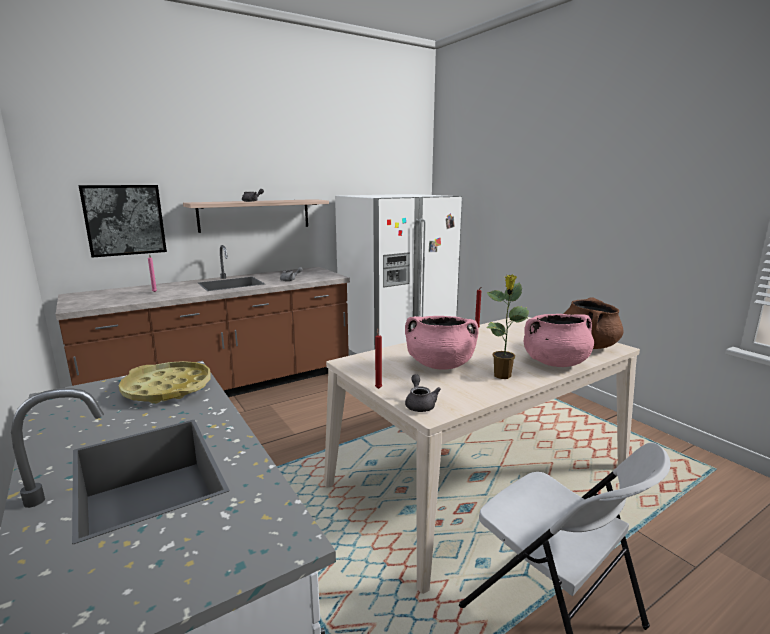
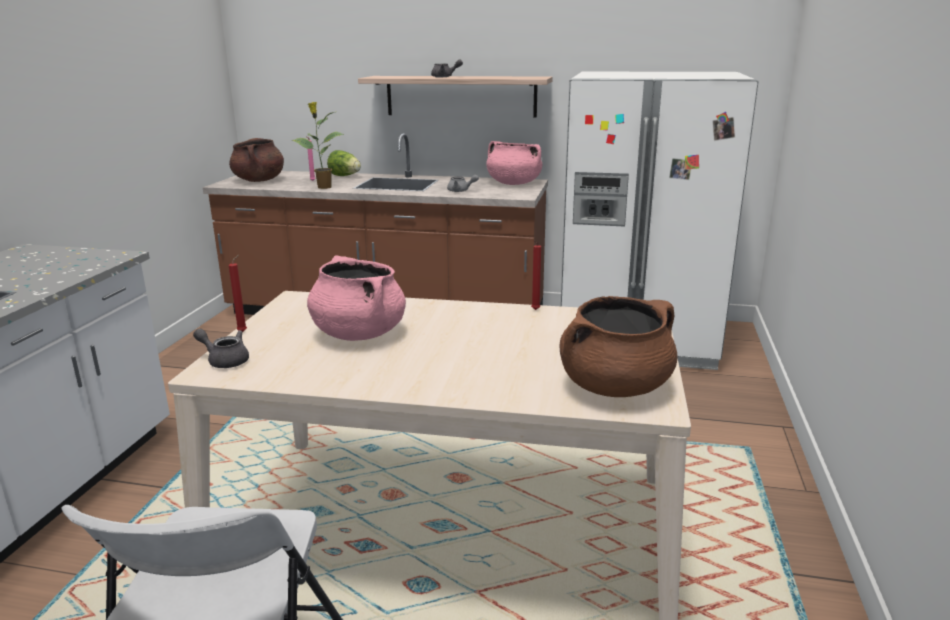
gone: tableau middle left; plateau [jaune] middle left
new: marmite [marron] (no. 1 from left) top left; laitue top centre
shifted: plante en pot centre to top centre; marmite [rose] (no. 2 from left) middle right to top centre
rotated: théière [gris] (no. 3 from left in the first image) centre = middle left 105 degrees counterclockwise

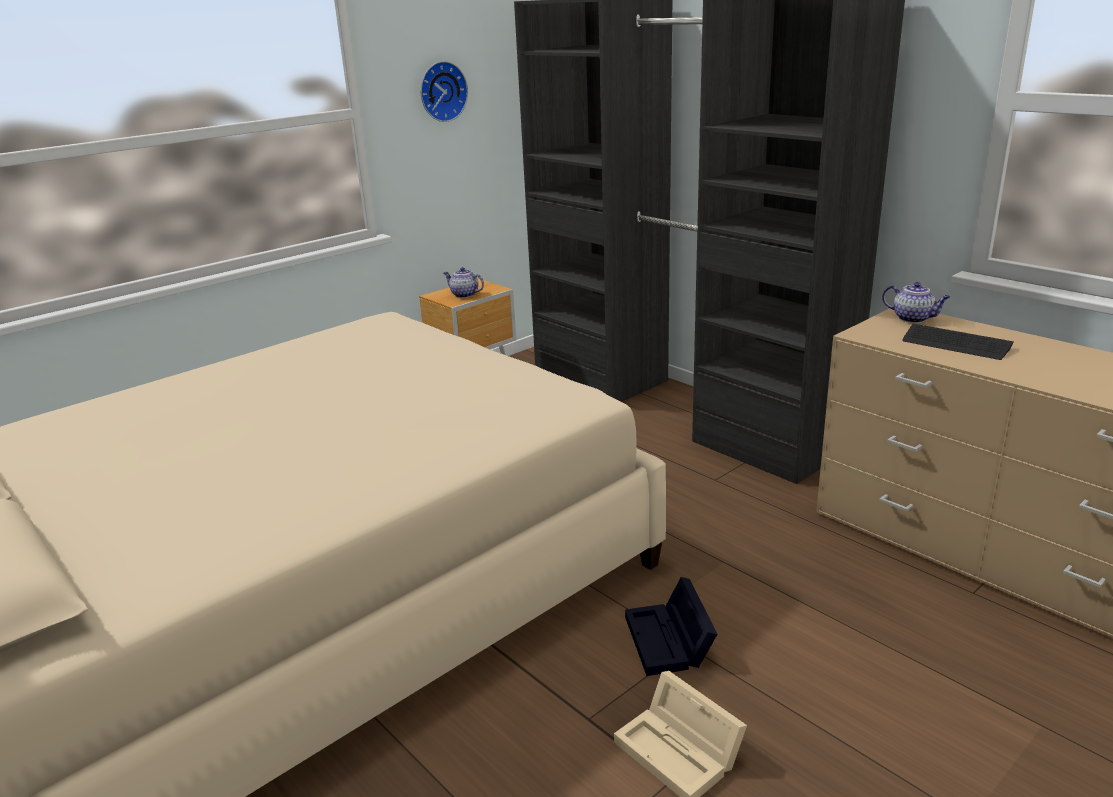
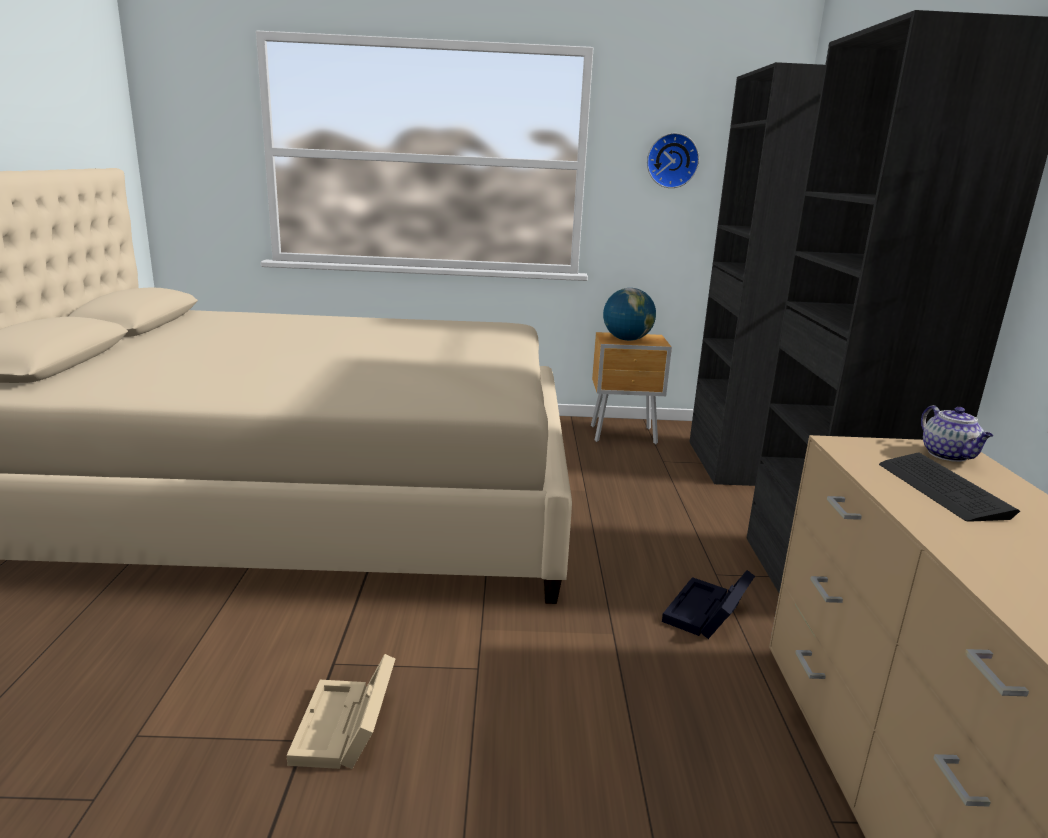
shifted: boîte de rangement [noir] bottom centre to bottom right
swapped: théière (no. 1 from left) centre to globe centre

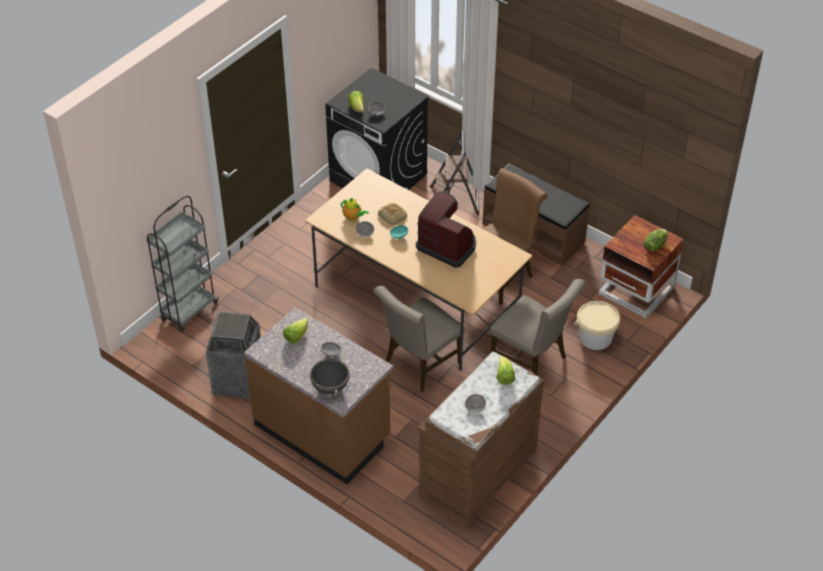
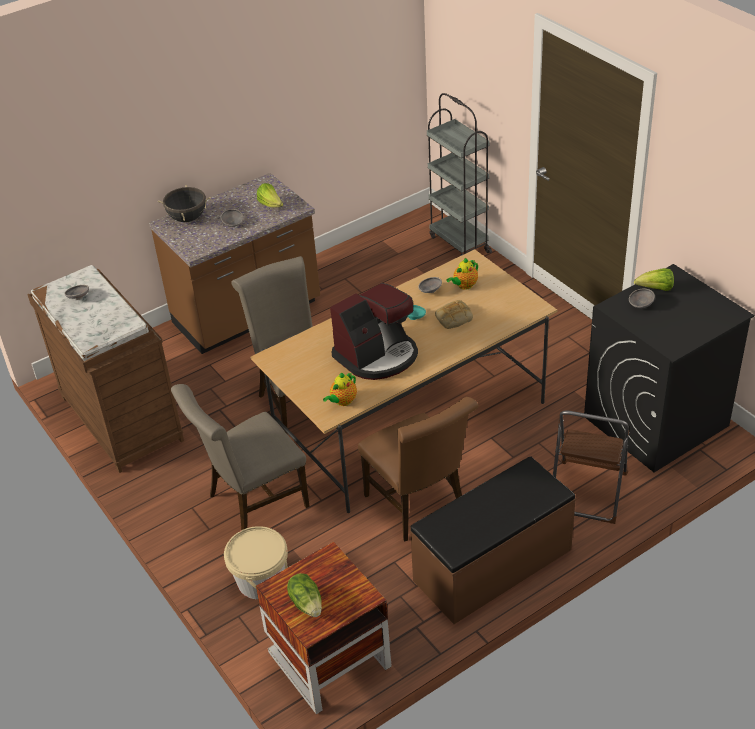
gone: poubelle middle left; laitue (no. 3 from left) centre
new: théière (no. 1 from left) centre

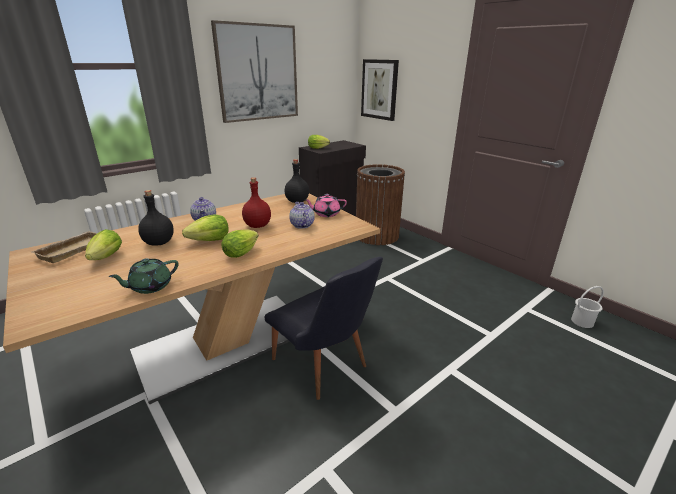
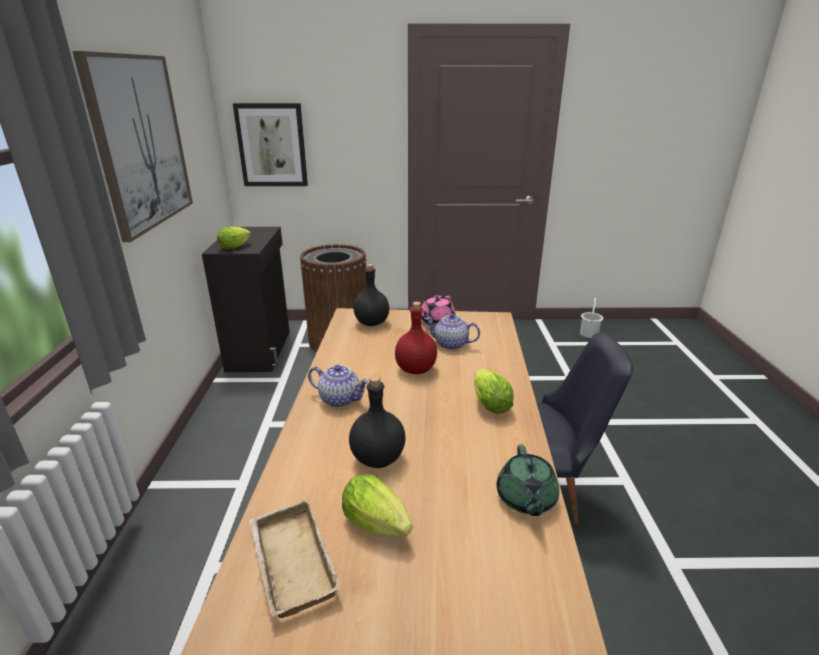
gone: laitue (no. 2 from left) middle left

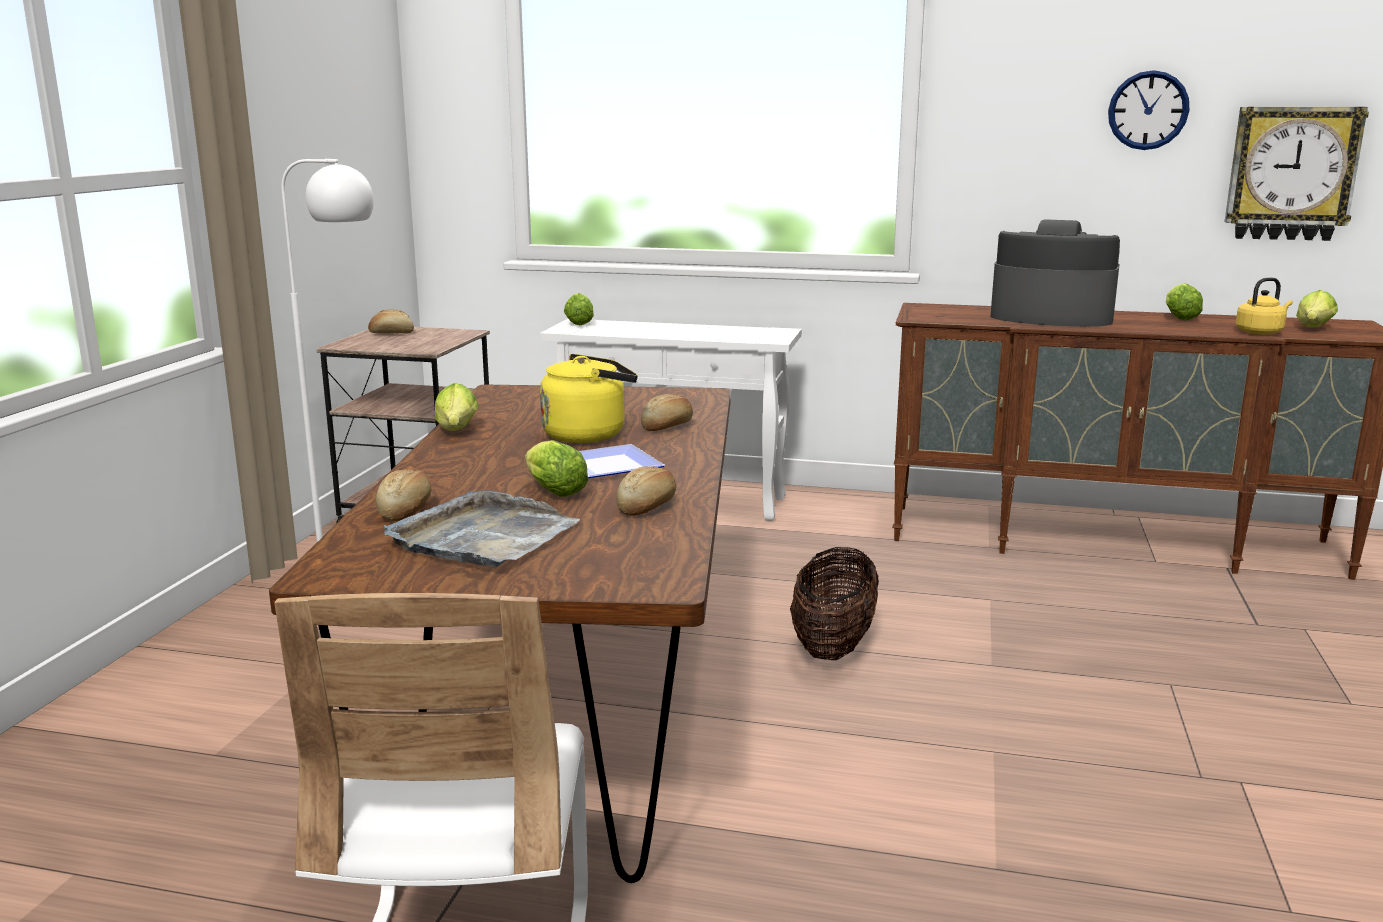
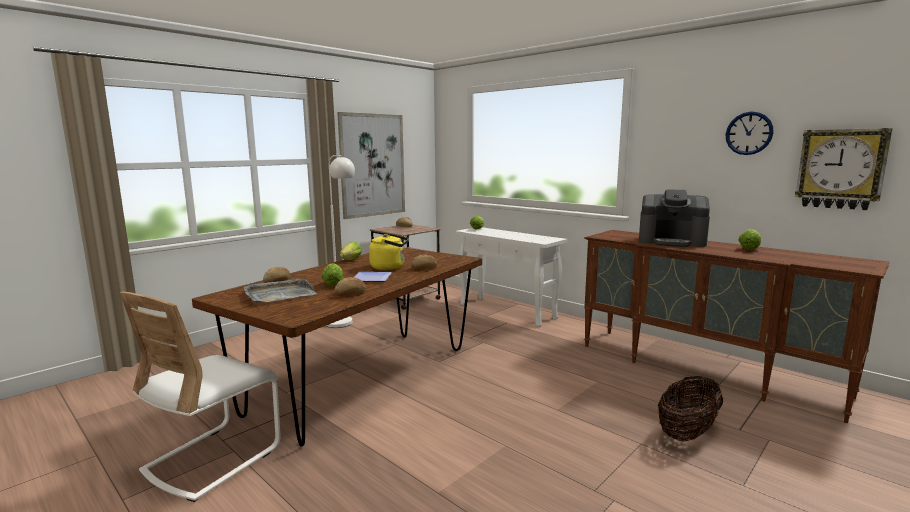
gone: bouilloire [jaune] (no. 2 from left) top right; laitue (no. 5 from left) middle right
new: tableau top centre
shifted: panier centre to bottom right
rotated: machine à café top right = middle right 150 degrees clockwise

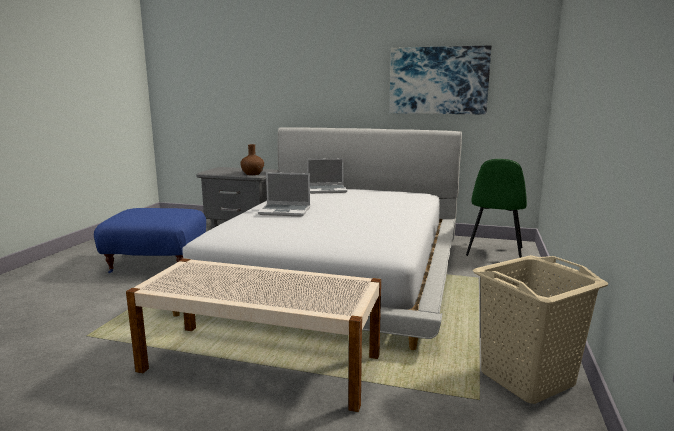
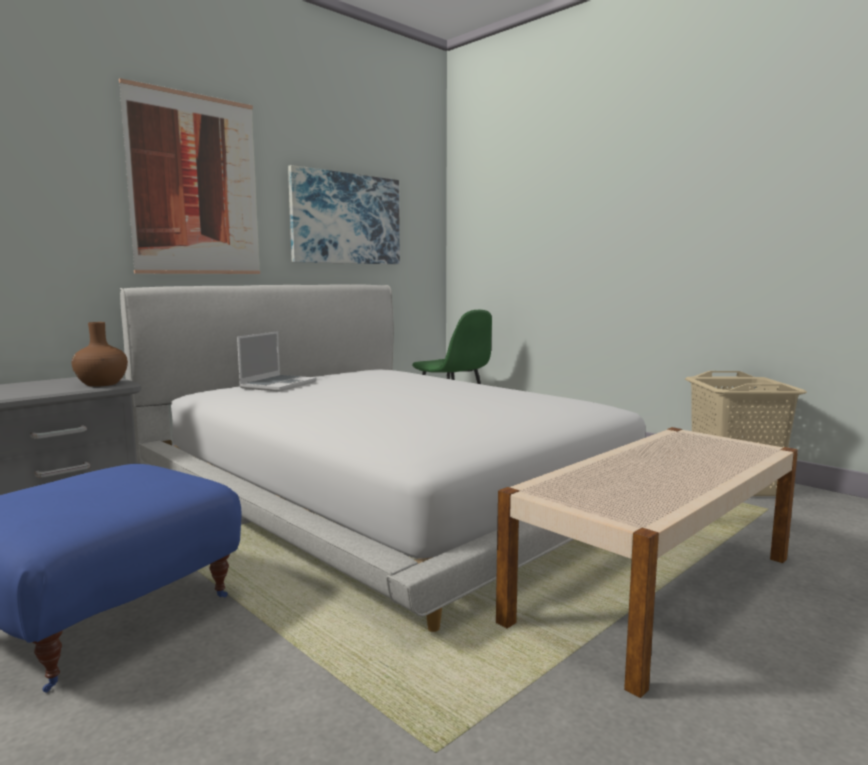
gone: ordinateur portable (no. 1 from left) centre
new: tableau (no. 1 from left) top left

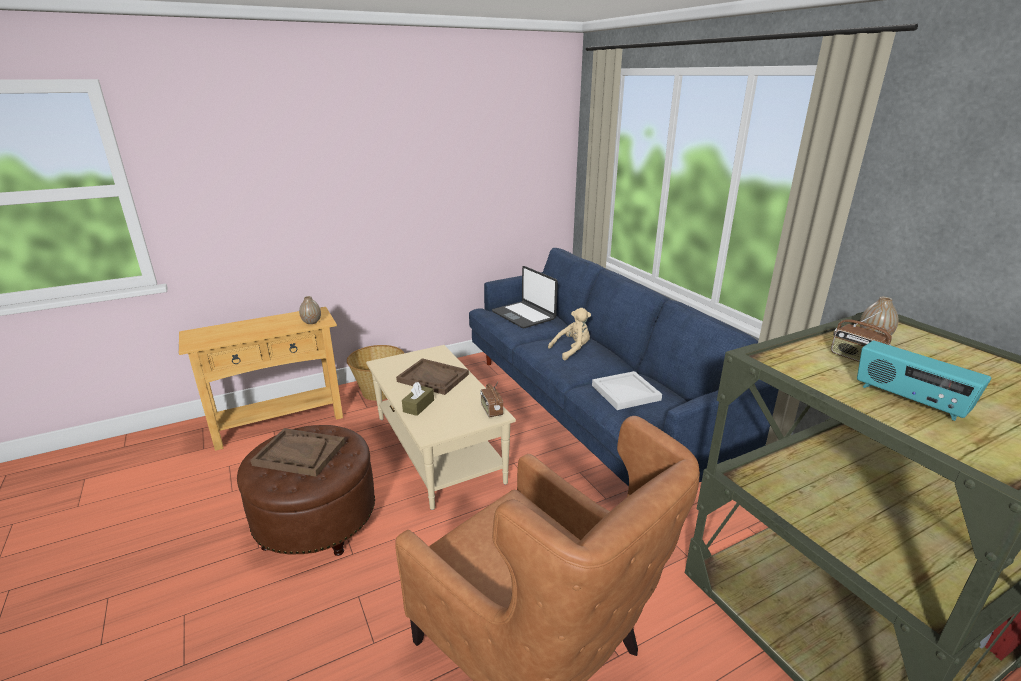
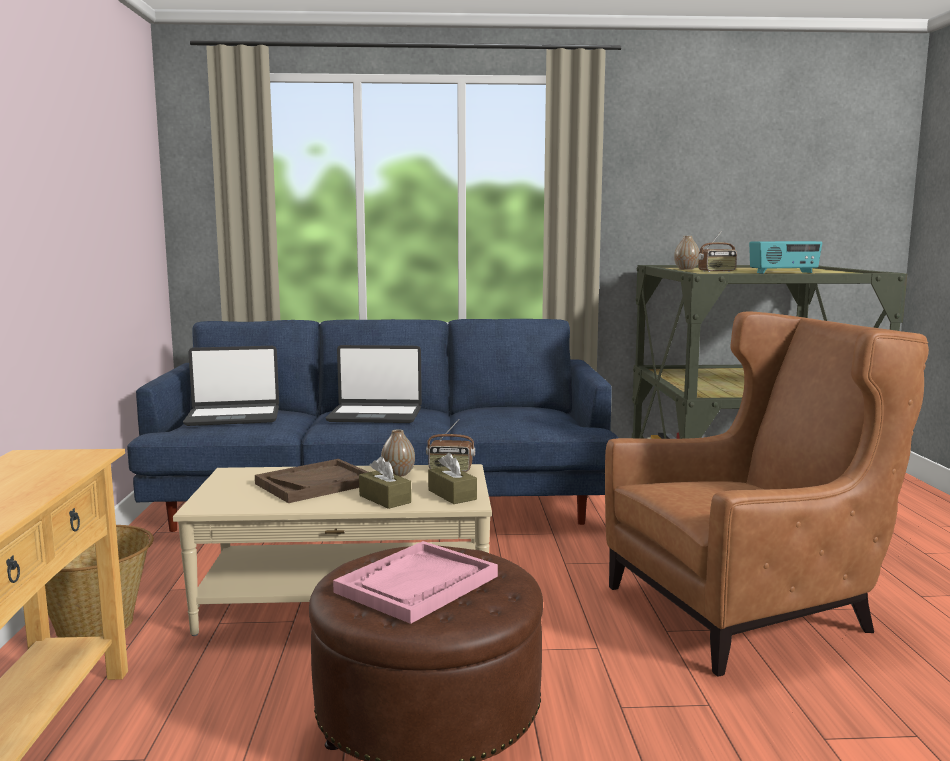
gone: plateau [blanc] centre
new: boîte à mouchoirs [marron] (no. 2 from left) centre
shifted: vase (no. 1 from left) middle left to centre
swapped: peluche [beige] centre to ordinateur portable (no. 2 from left) centre
repainted: plateau [marron] (no. 1 from left) middle left to plateau [rose] bottom centre

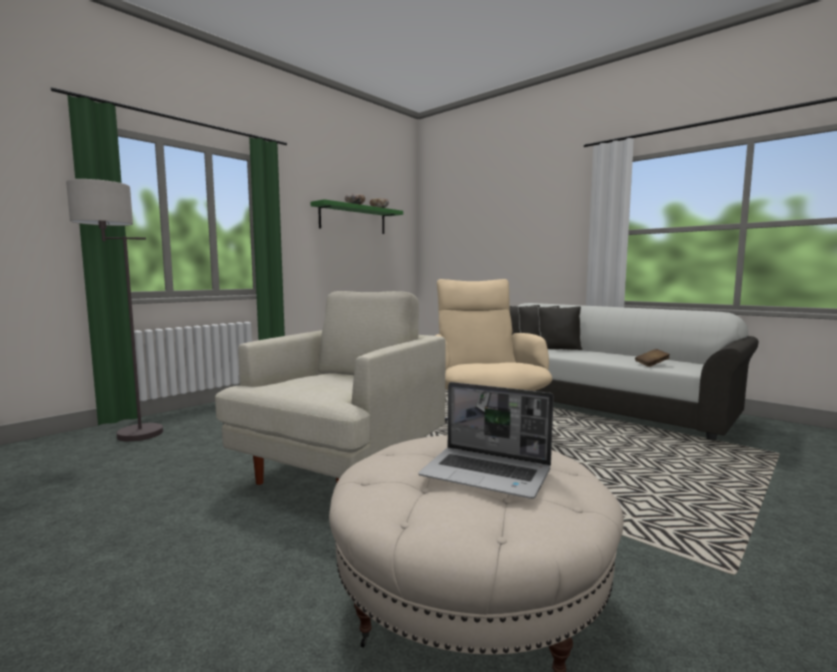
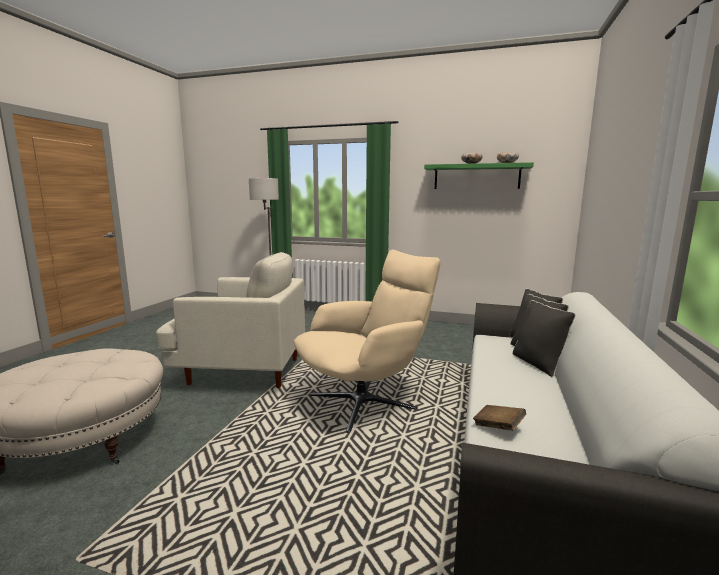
gone: ordinateur portable centre

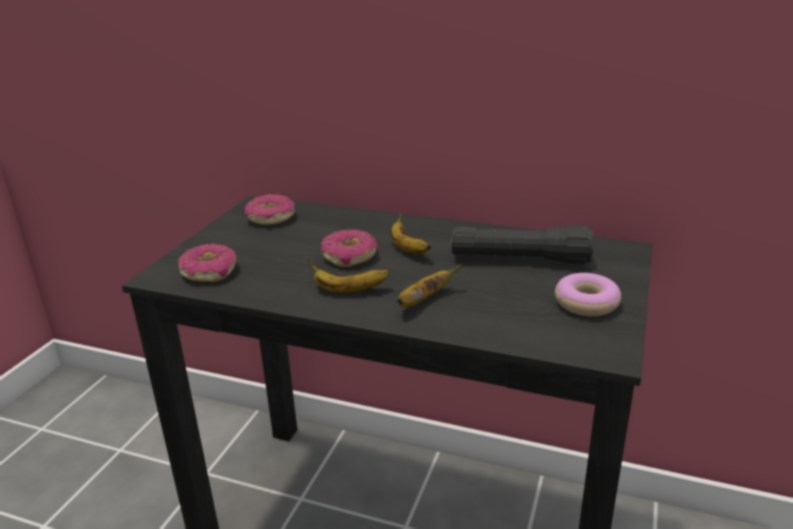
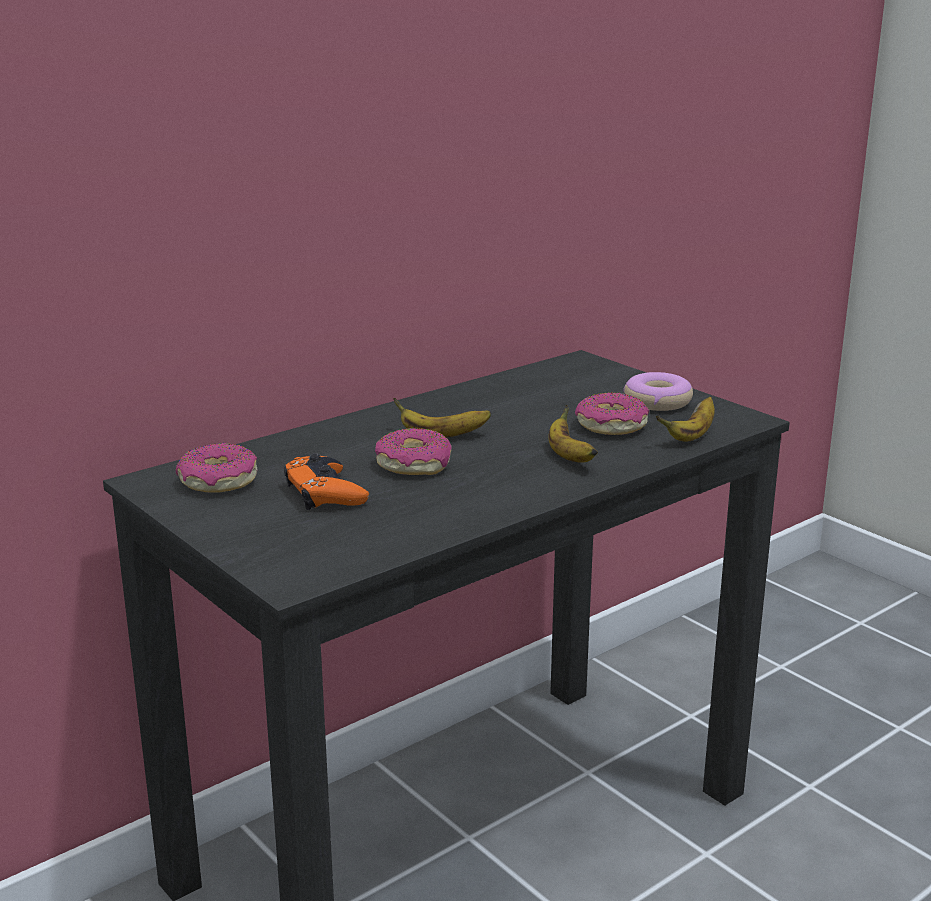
gone: lampe de poche [noir] centre
new: manette [orange] centre
shifted: beignet (no. 1 from left in the first image) middle left to beignet (no. 3 from left) centre; banane (no. 1 from left in the first image) centre to banane (no. 3 from left) middle right

